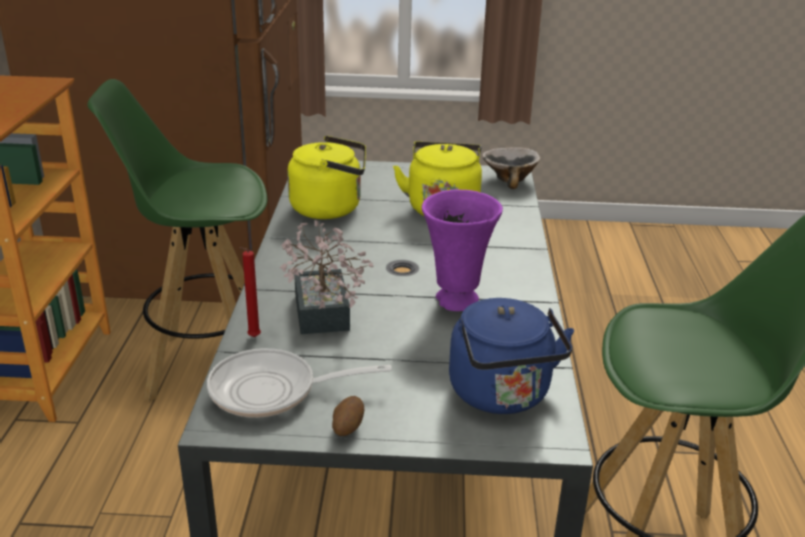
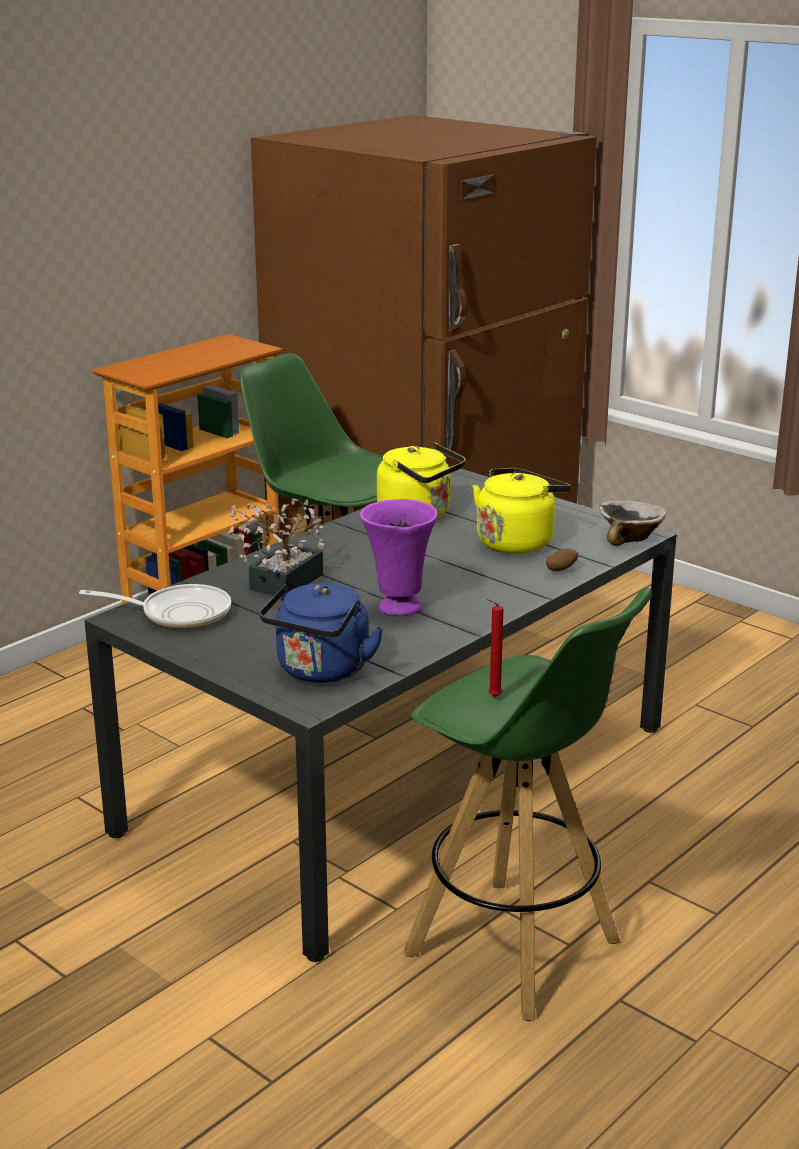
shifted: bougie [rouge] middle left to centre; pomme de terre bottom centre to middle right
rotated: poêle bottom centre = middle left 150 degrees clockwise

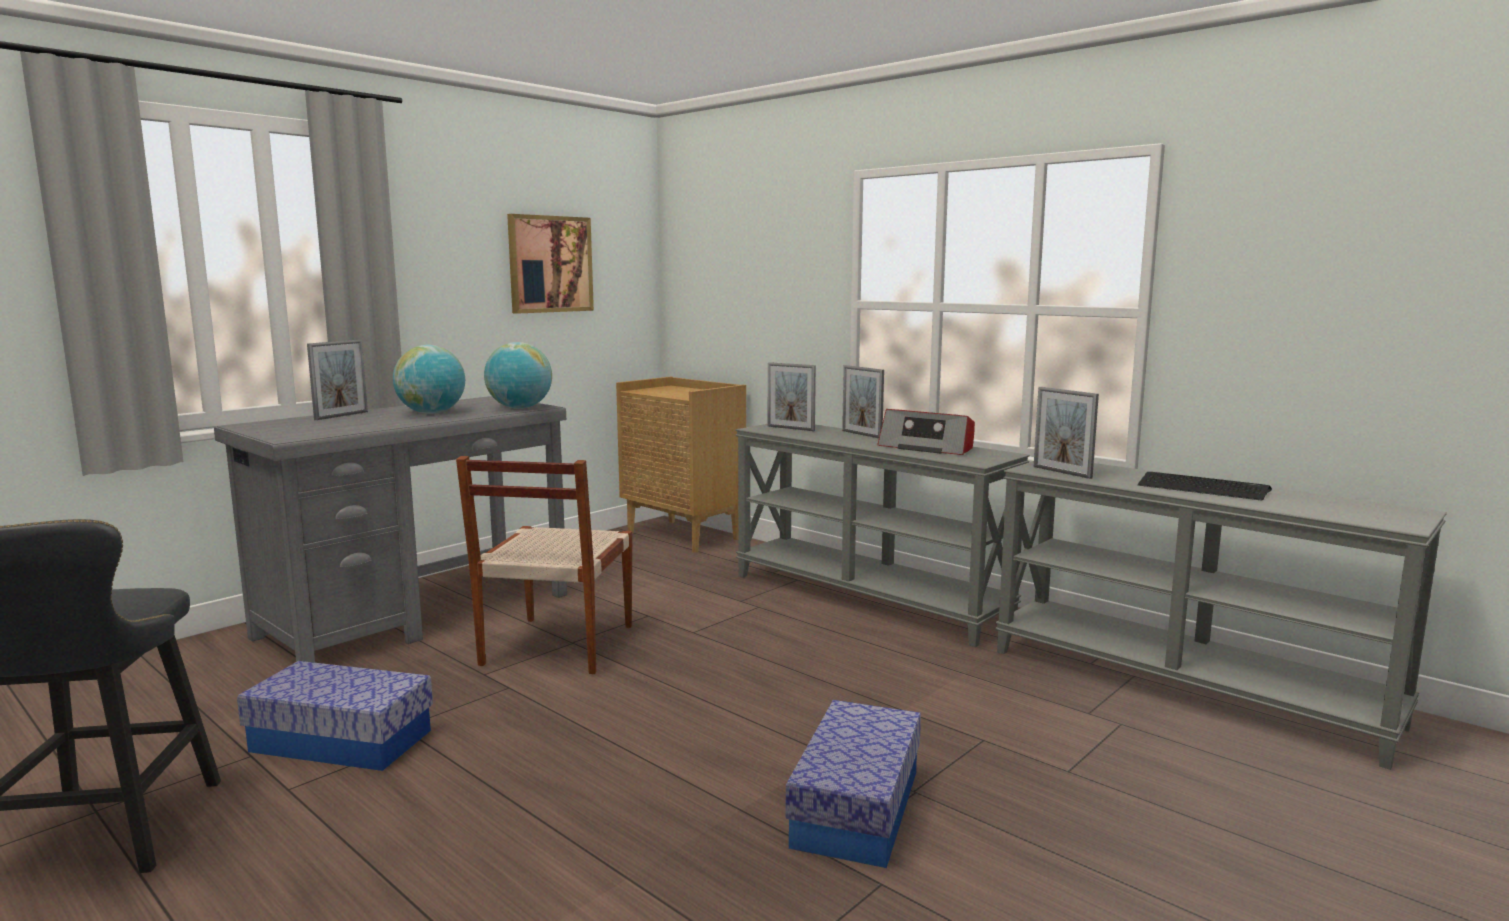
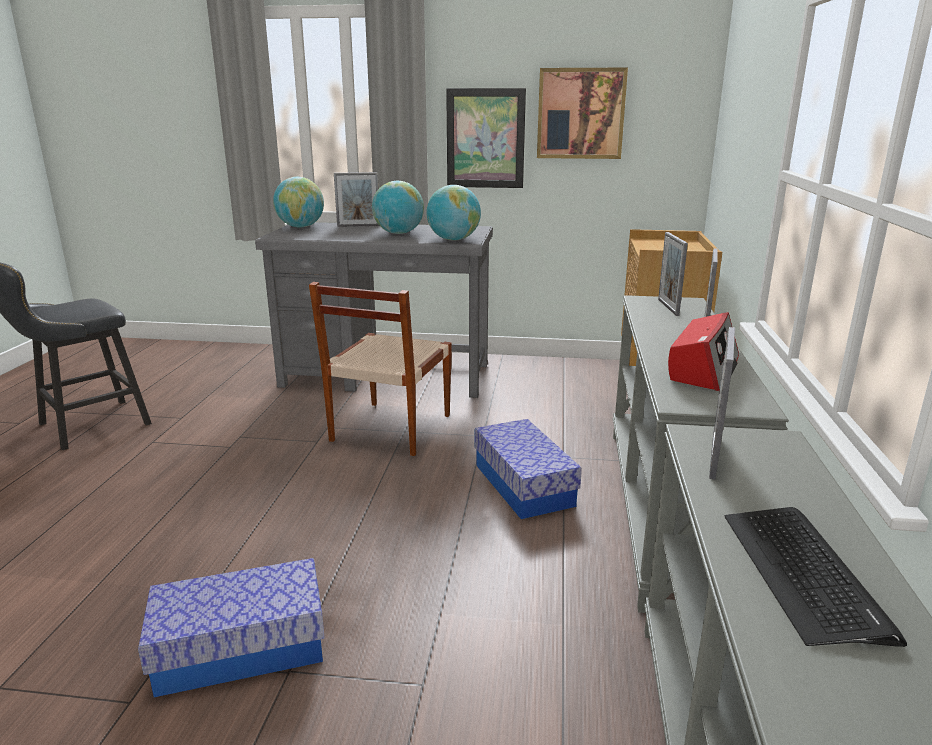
new: globe (no. 1 from left) top left; tableau (no. 1 from left) top centre
shifted: boîte de rangement (no. 1 from left in the first image) bottom left to boîte de rangement (no. 2 from left) centre
rotated: chaise centre = centre 45 degrees counterclockwise; radio centre = middle right 150 degrees counterclockwise

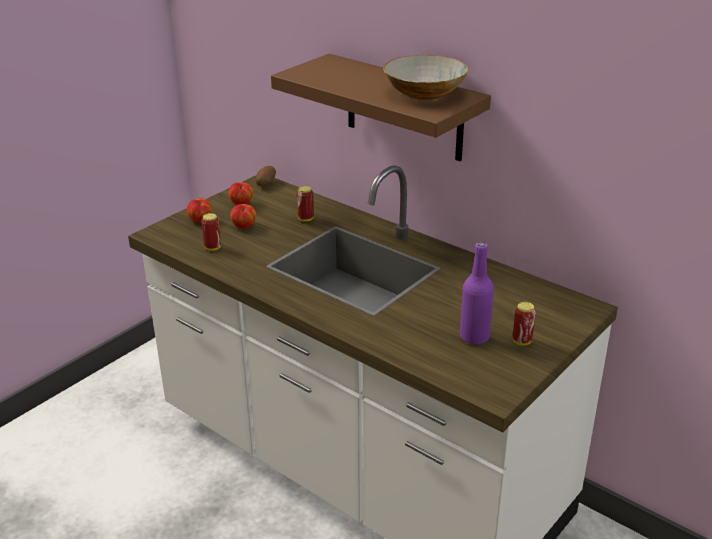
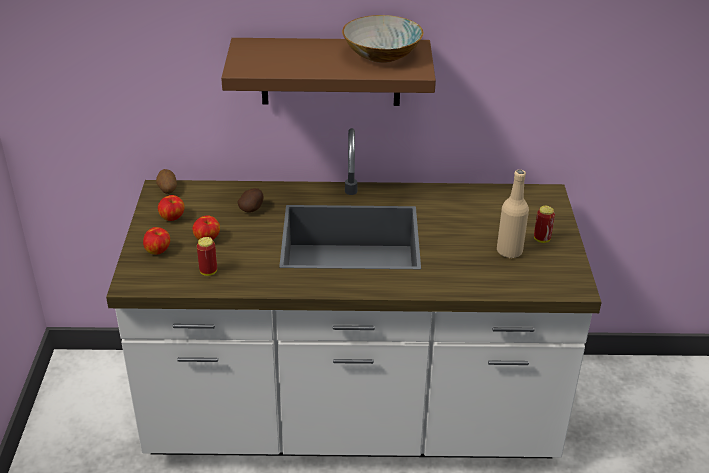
swapped: boîte métallique (no. 2 from left) centre to pomme de terre (no. 2 from left) centre
repainted: bouteille [violet] middle right to bouteille [beige] middle right

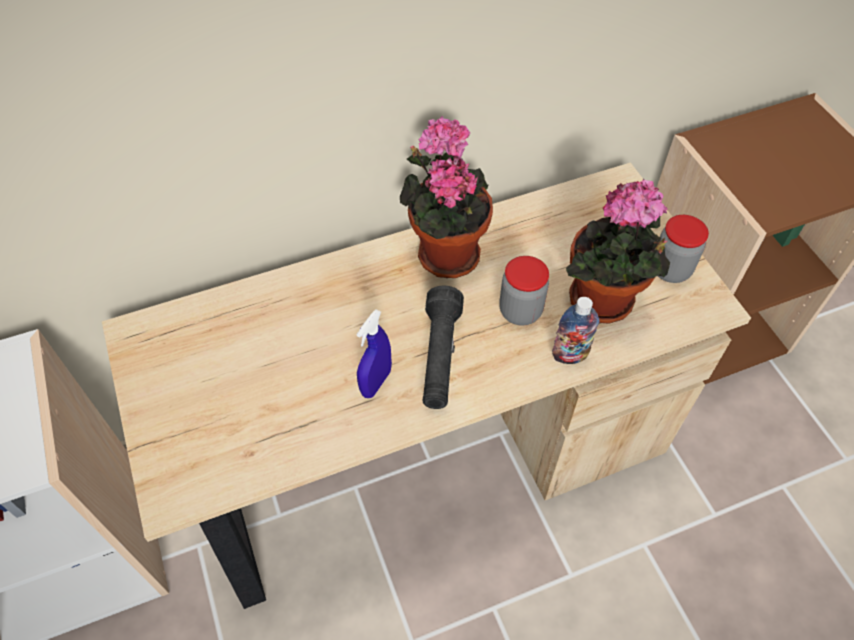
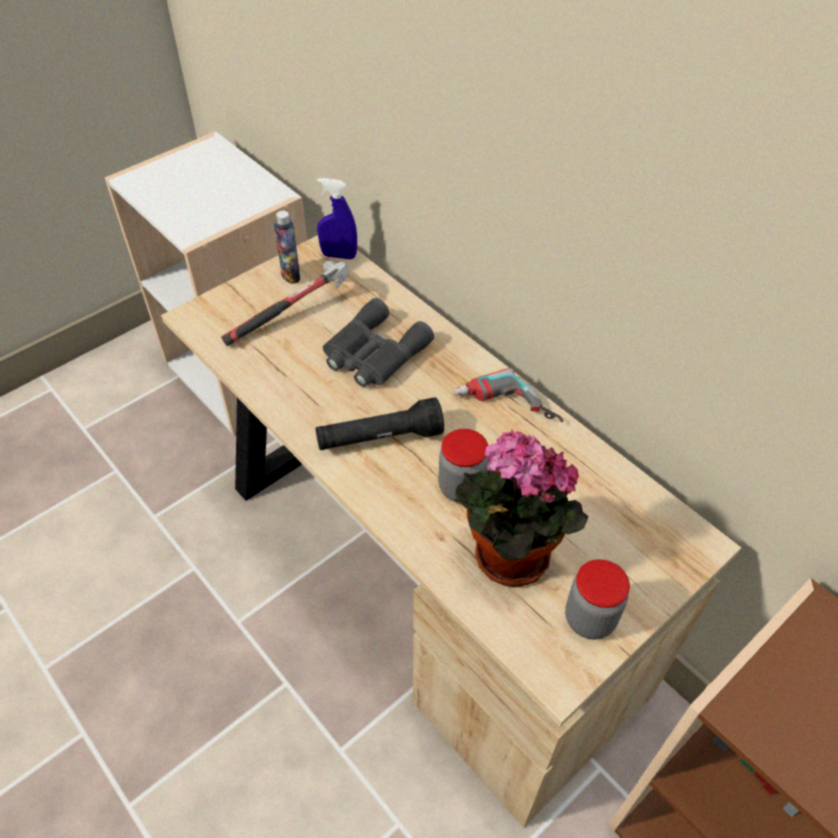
new: marteau centre; jumelles [gris] centre
shifted: vaporisateur [bleu] centre to top centre; bouteille middle right to top centre
swapped: plante en pot (no. 1 from left) top centre to perceuse centre

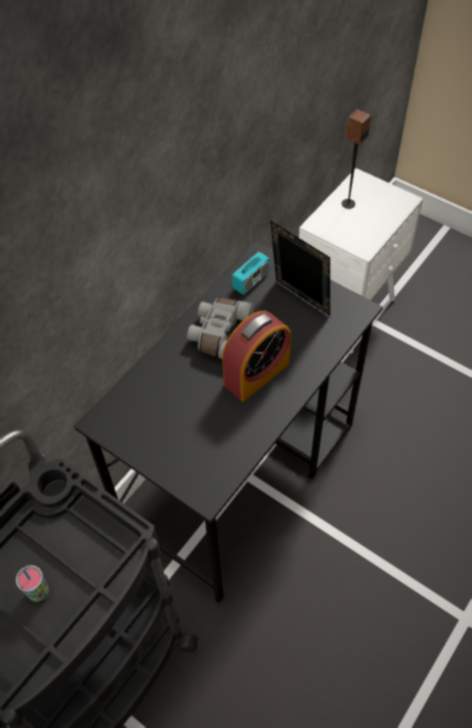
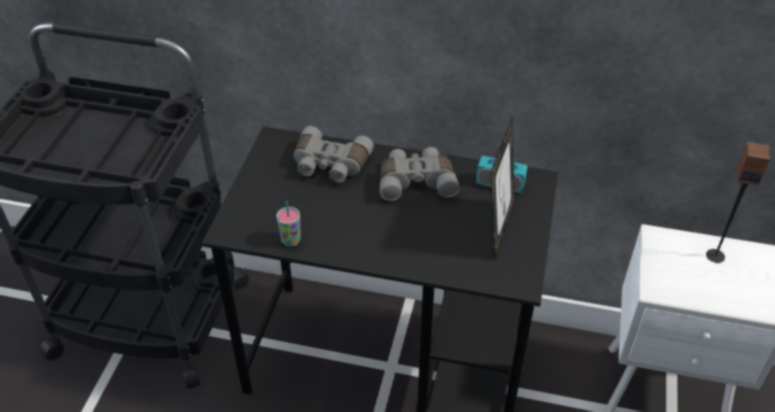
gone: réveil centre
new: jumelles [gris] (no. 1 from left) centre
shifted: tasse bottom left to centre

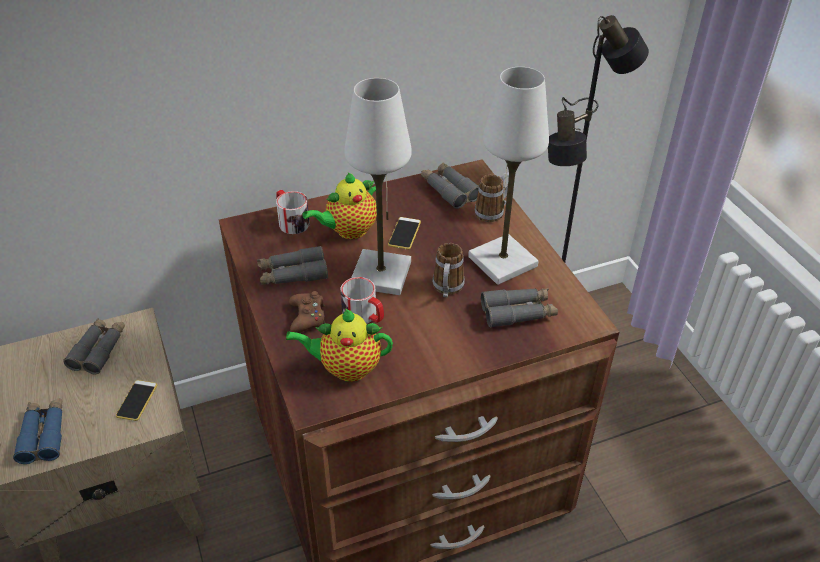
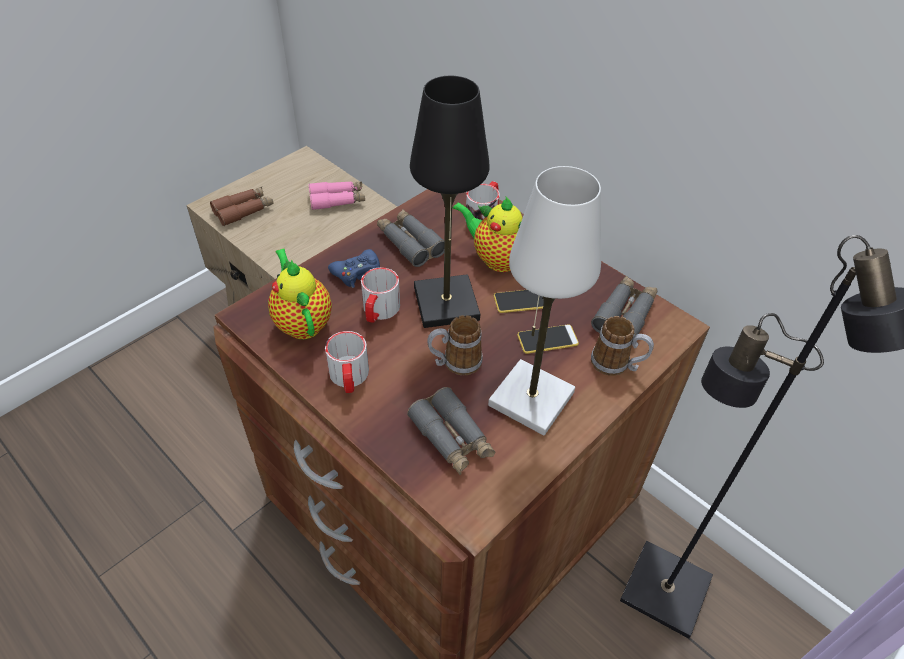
new: mug (no. 1 from left) centre
shifted: téléphone (no. 1 from left in the first image) bottom left to téléphone (no. 2 from left) centre
repainted: jumelles [bleu] bottom left to jumelles [marron] top left; jumelles [gris] (no. 1 from left) middle left to jumelles [rose] top centre; manette [marron] centre to manette [bleu] centre; lampe de table [blanc] (no. 1 from left) top centre to lampe de table [noir] top centre

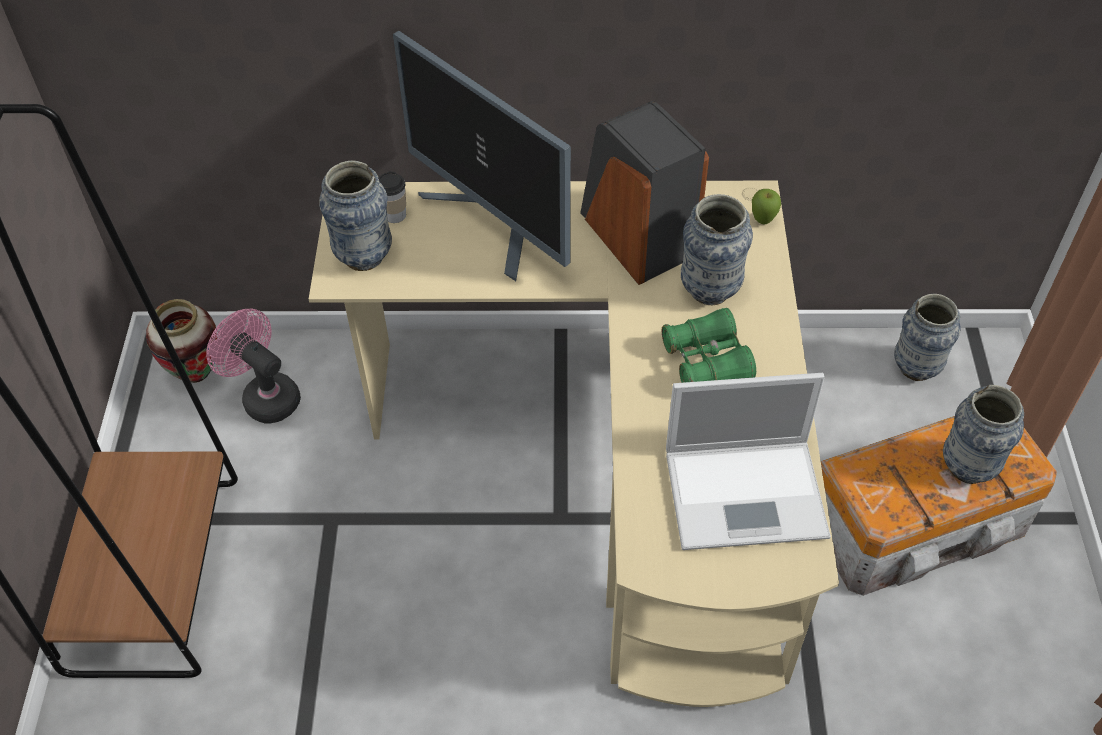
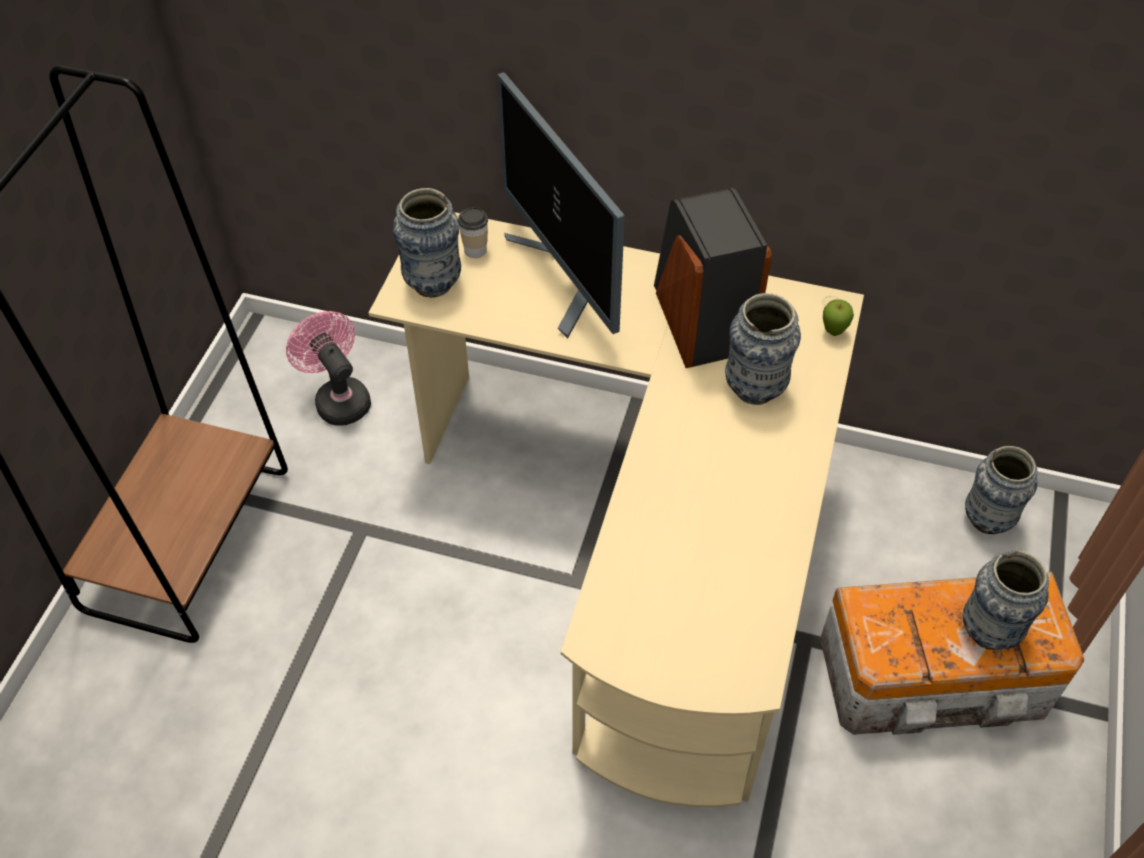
gone: vase (no. 1 from left) middle left; jumelles [vert] centre; ordinateur portable middle right

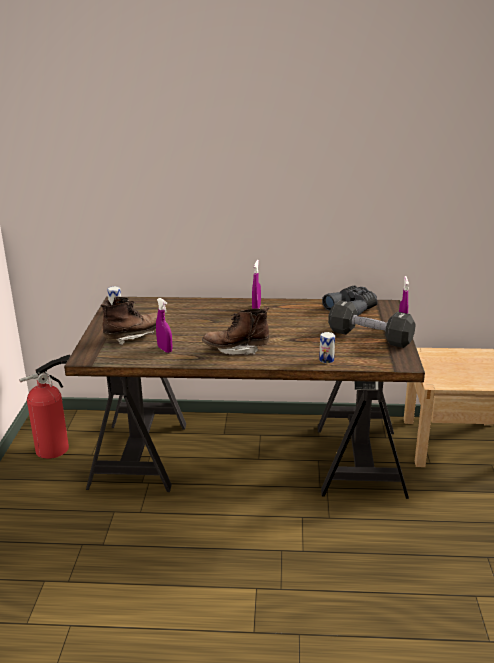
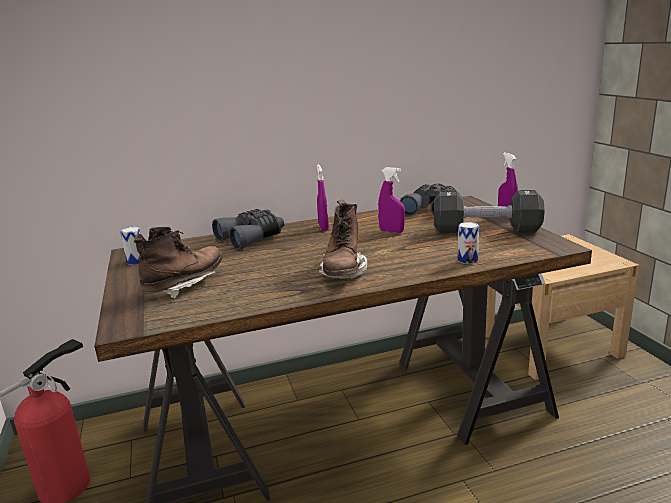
new: jumelles [gris] (no. 1 from left) centre
shifted: vaporisateur [violet] (no. 1 from left in the first image) middle left to vaporisateur [violet] (no. 2 from left) centre
rotated: botte [marron] (no. 2 from left) centre = centre 60 degrees counterclockwise

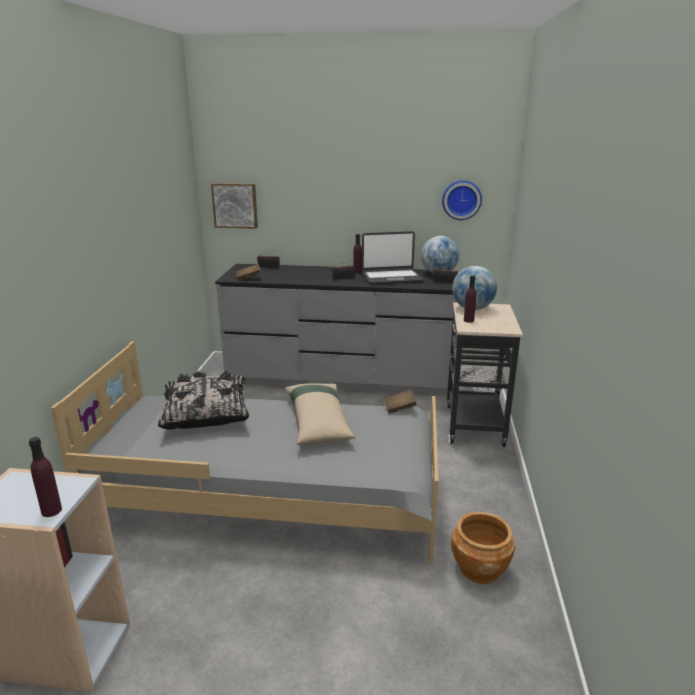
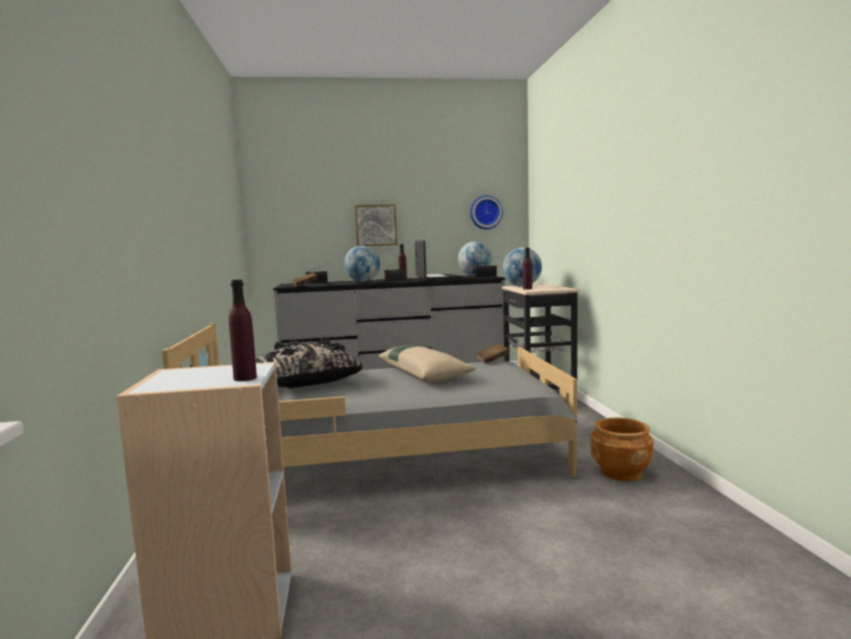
new: globe (no. 1 from left) centre
shifted: tableau top centre to centre
rotated: ordinateur portable centre = centre 75 degrees counterclockwise

